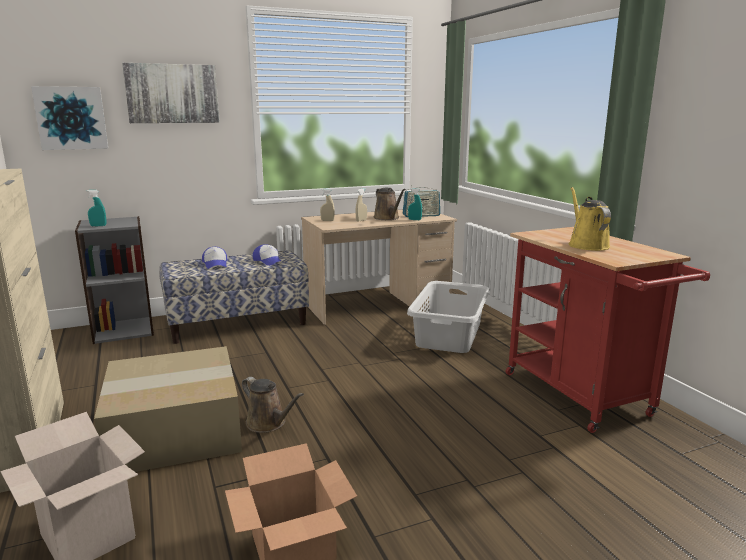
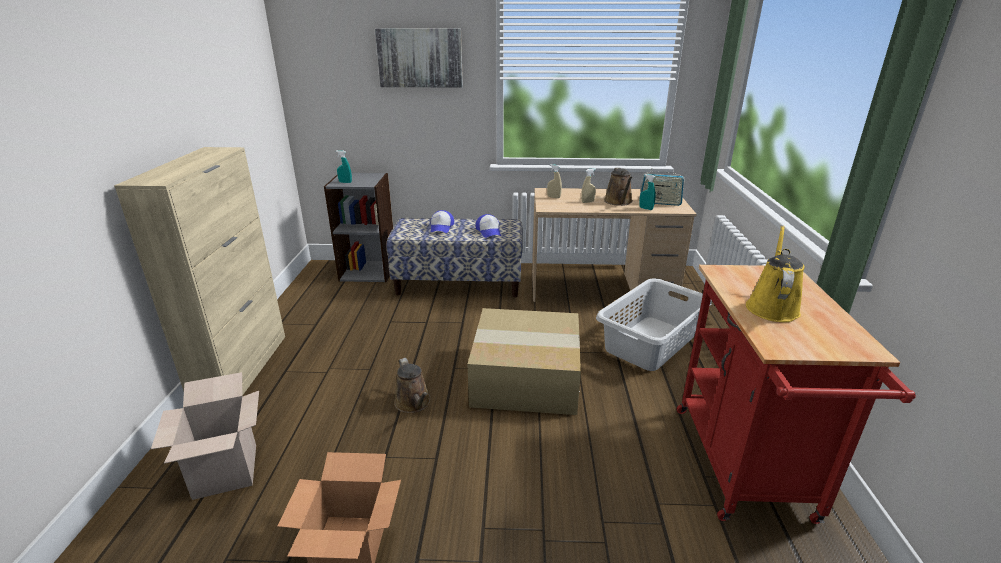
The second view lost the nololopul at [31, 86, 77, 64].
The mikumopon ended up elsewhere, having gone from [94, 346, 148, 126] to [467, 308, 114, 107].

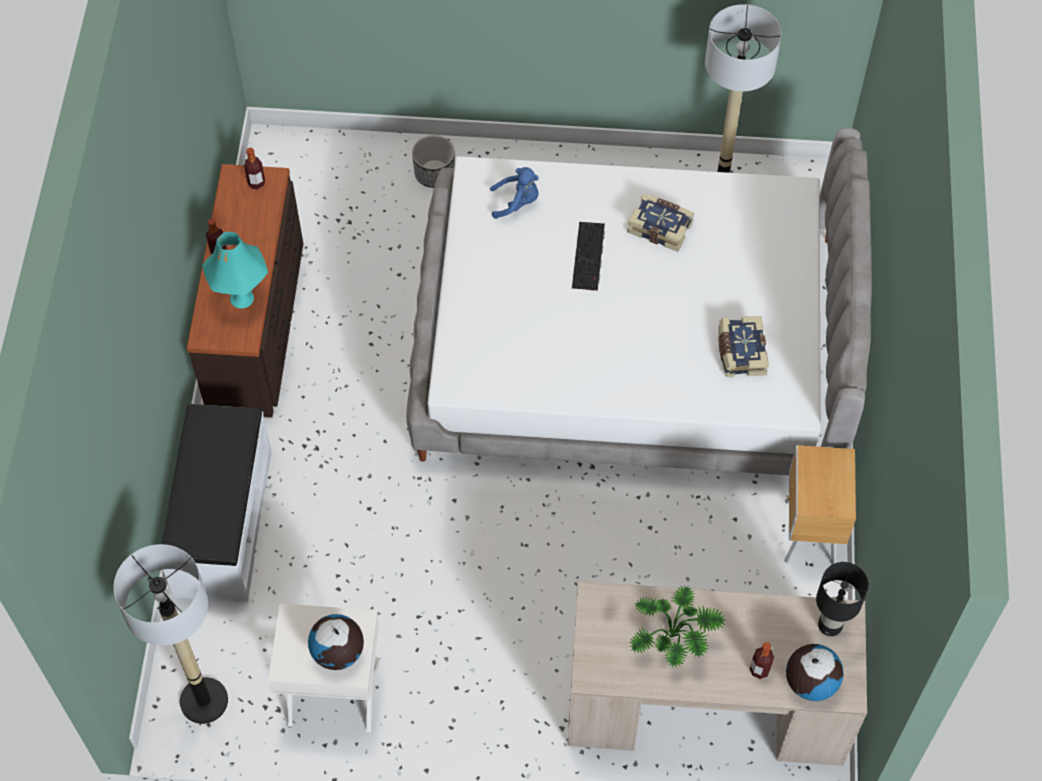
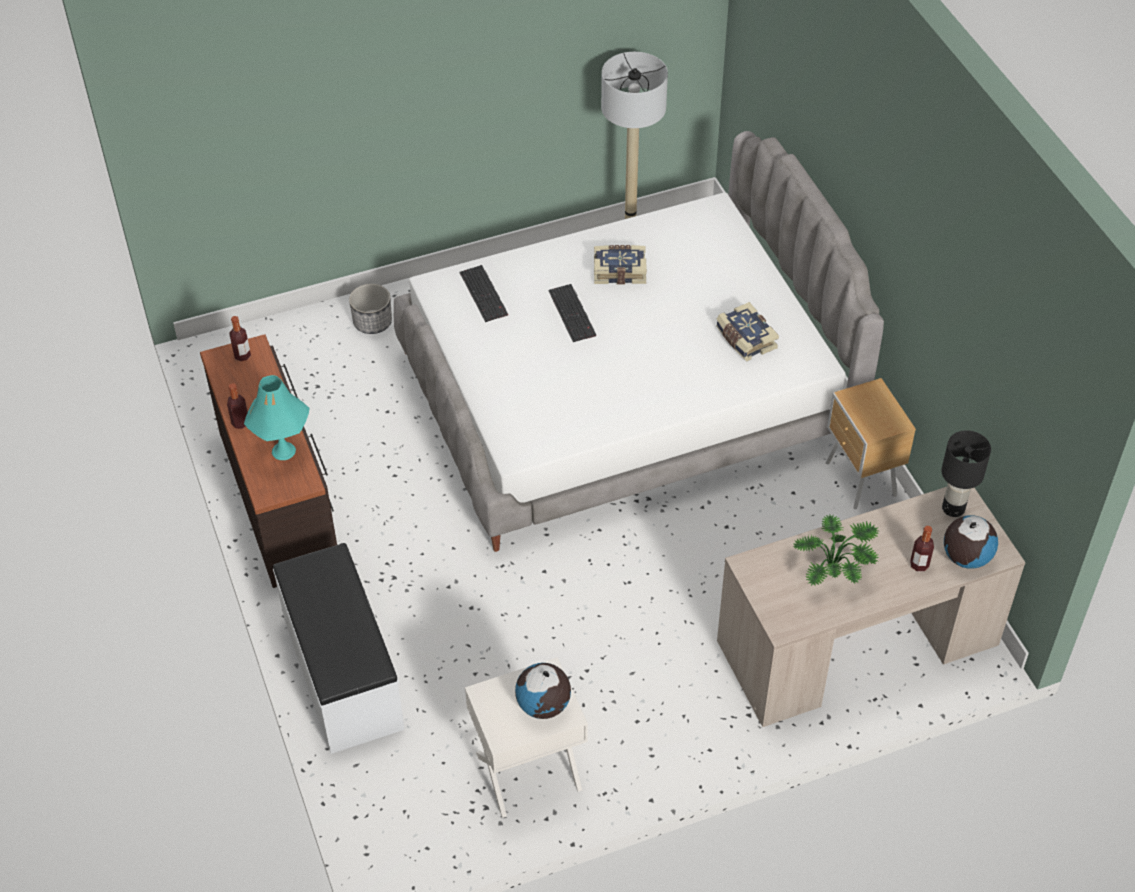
The second view lost the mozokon at [114, 544, 114, 180].
Where the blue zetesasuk stood at [490, 167, 49, 52], the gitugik came to stand at [460, 265, 48, 57].

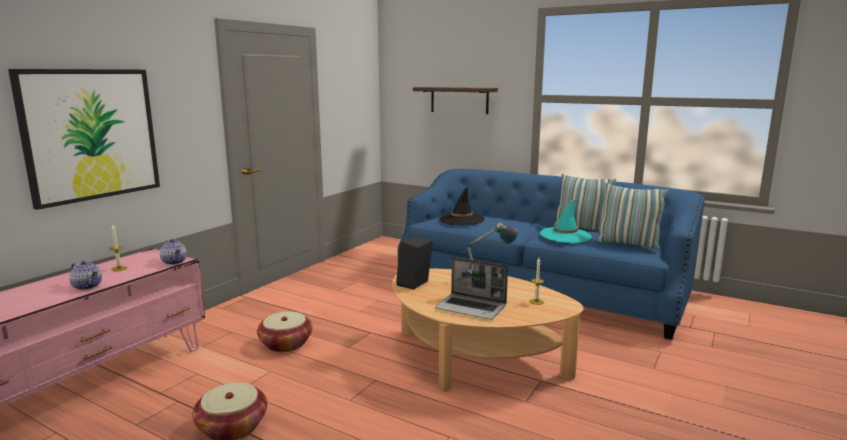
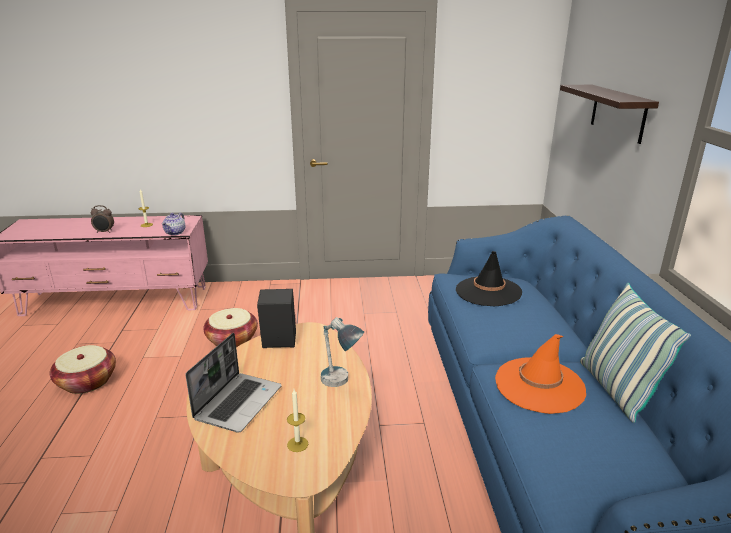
The second view lost the nololopul at [8, 69, 152, 141].
The second view lost the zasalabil at [595, 183, 73, 67].
Where the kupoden stood at [69, 261, 33, 29], the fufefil came to stand at [91, 205, 23, 28].
What was the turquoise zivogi at [540, 199, 52, 44] turned into the orange zivogi at [495, 334, 91, 80].
The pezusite at [435, 257, 73, 63] ended up facing another way, 150 degrees counterclockwise from before.

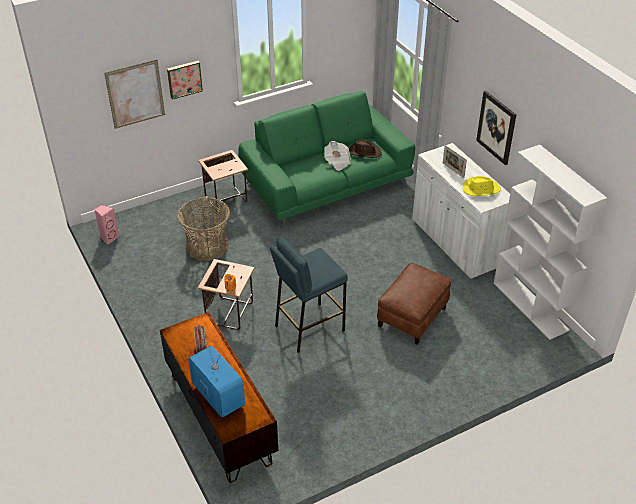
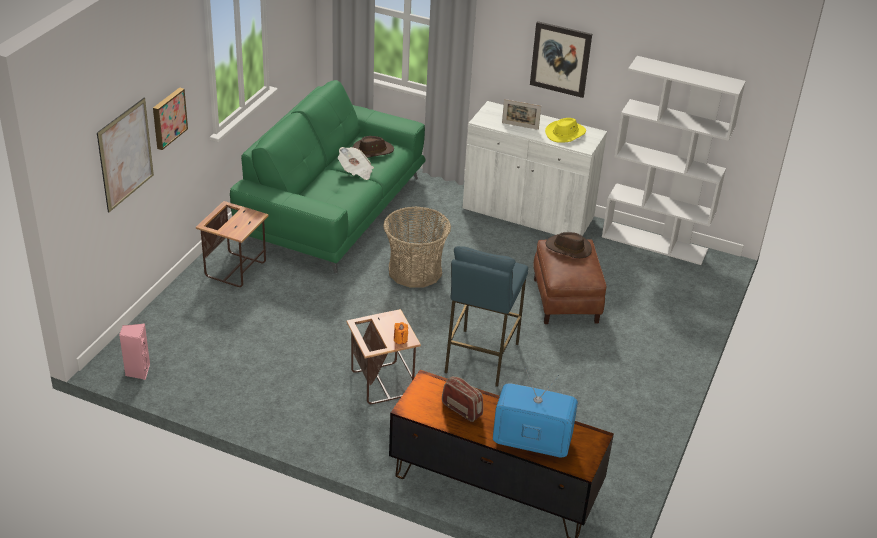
The second view gained the brown zivogi at [546, 232, 46, 26].
The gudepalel ended up elsewhere, having gone from [177, 197, 53, 64] to [383, 206, 68, 82].

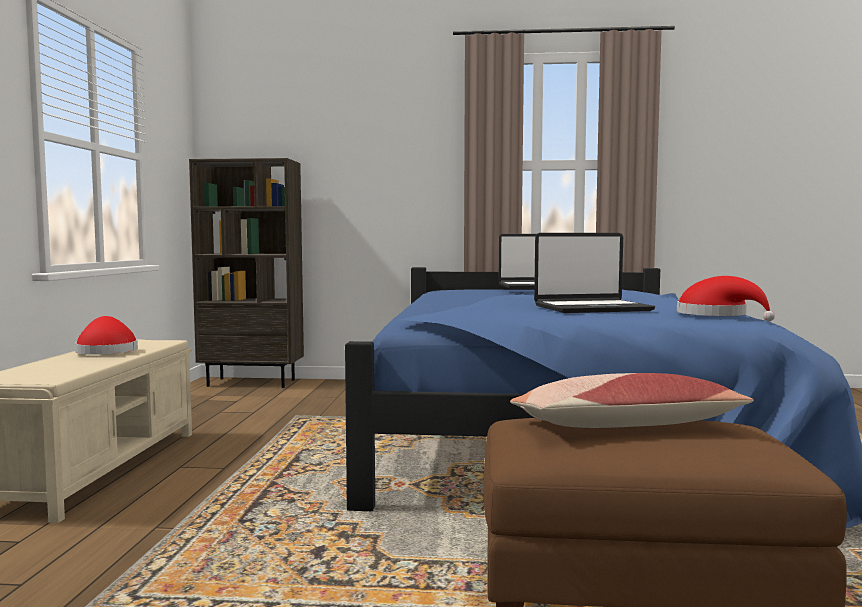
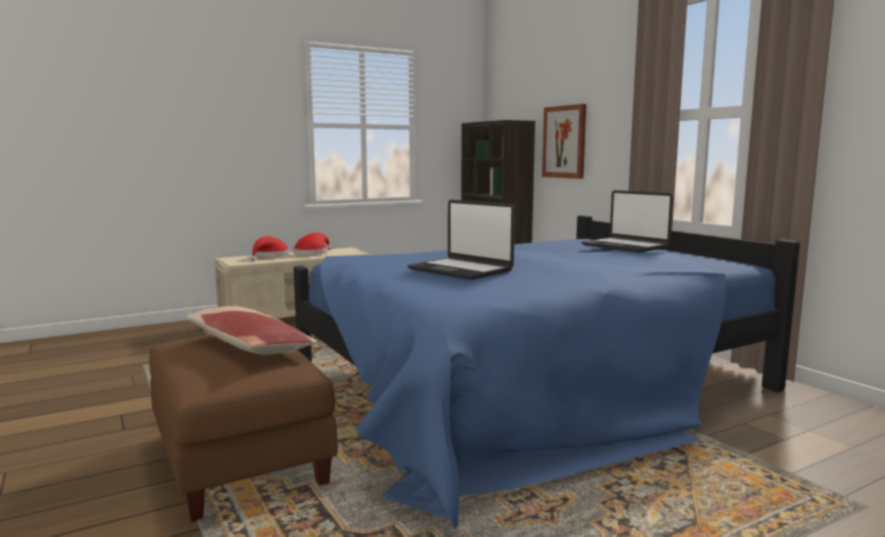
The second view gained the nololopul at [542, 104, 44, 75].
The red zivogi ended up elsewhere, having gone from [677, 276, 98, 45] to [250, 236, 39, 25].

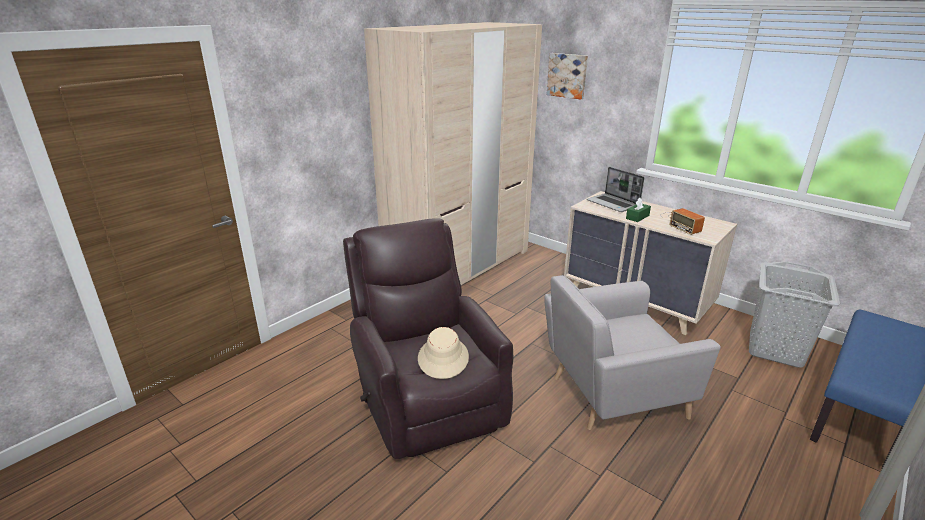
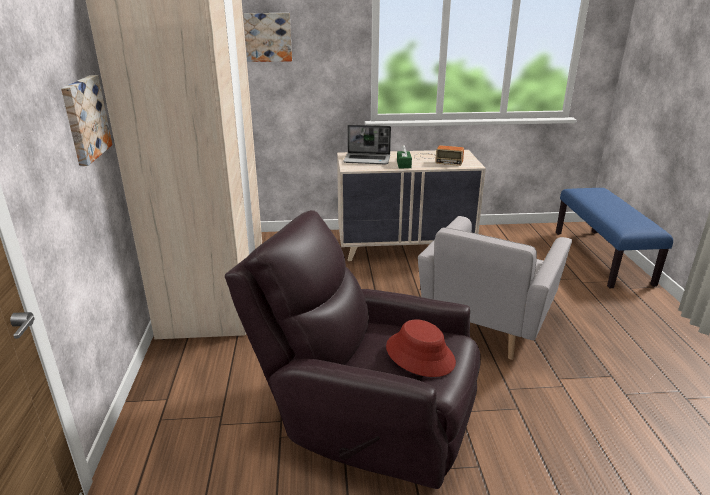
The second view lost the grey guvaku at [749, 261, 91, 107].
The second view gained the nololopul at [61, 75, 51, 91].
What was the beige zivogi at [418, 327, 51, 52] turned into the red zivogi at [386, 319, 70, 58].

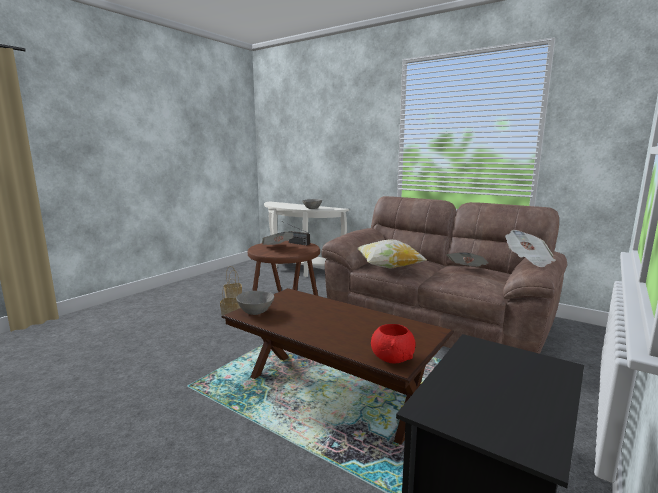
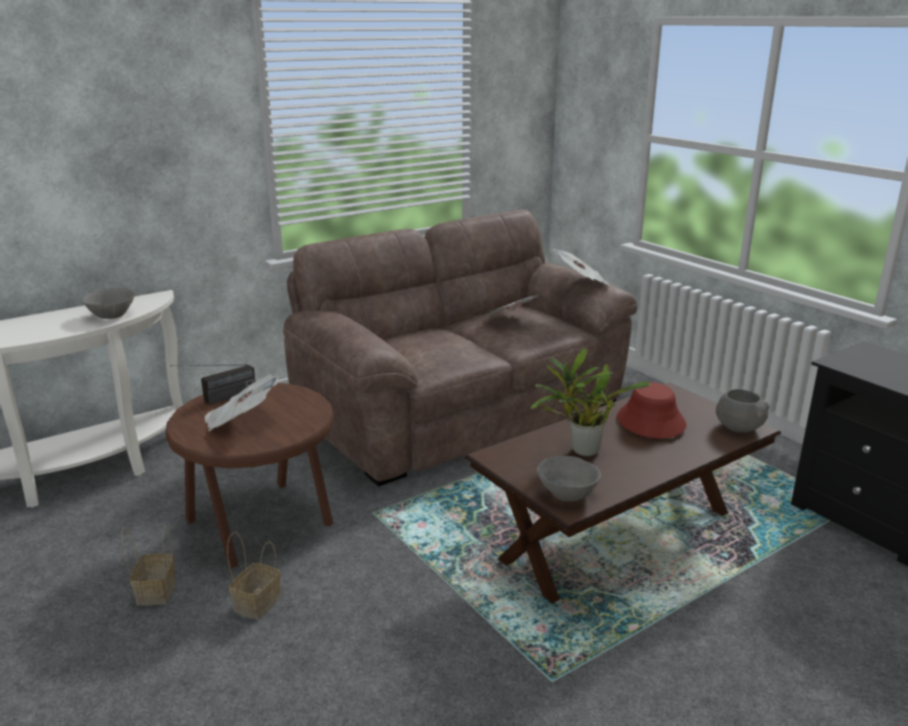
The second view lost the zasalabil at [357, 239, 70, 30].
The second view gained the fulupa at [531, 348, 120, 109].
The second view gained the red zivogi at [617, 382, 70, 56].
What was the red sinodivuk at [371, 324, 45, 39] turned into the grey sinodivuk at [716, 389, 54, 44].

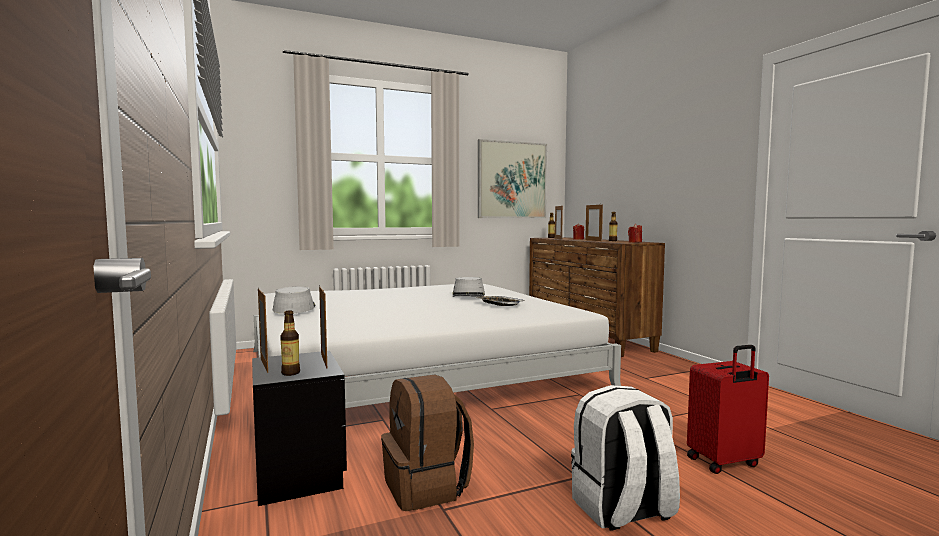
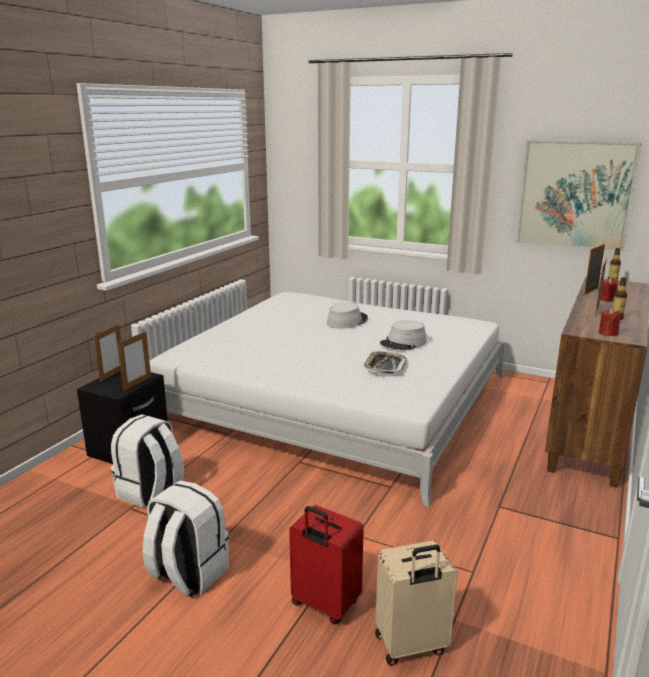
The second view lost the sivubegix at [280, 310, 20, 66].
The second view gained the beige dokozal at [375, 541, 82, 125].
The grey zivogi ended up elsewhere, having gone from [273, 286, 42, 28] to [327, 302, 41, 27].
What was the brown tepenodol at [381, 375, 93, 136] turned into the white tepenodol at [111, 414, 73, 94].

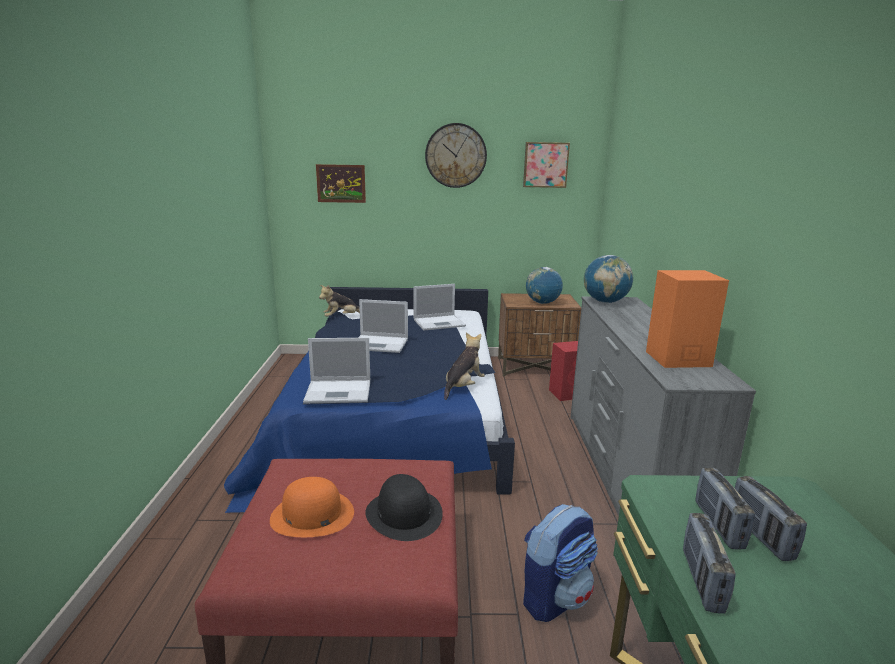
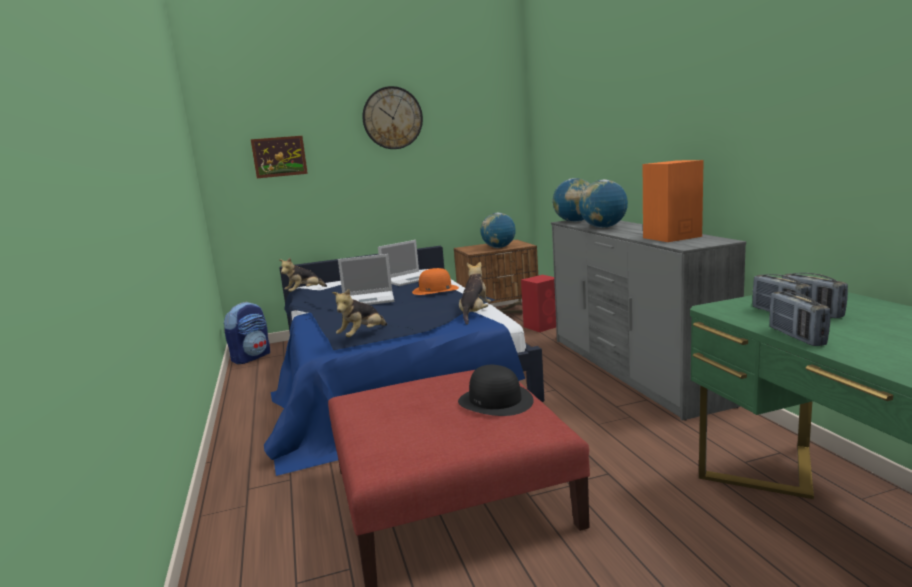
The second view lost the nololopul at [523, 142, 47, 46].
The second view gained the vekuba at [579, 179, 49, 49].
The orange zivogi ended up elsewhere, having gone from [270, 477, 84, 60] to [412, 268, 47, 27].
The tepenodol ended up elsewhere, having gone from [523, 504, 75, 118] to [224, 302, 46, 62].
Where the pezusite stood at [303, 338, 67, 65], the zetesasuk came to stand at [332, 289, 55, 48].

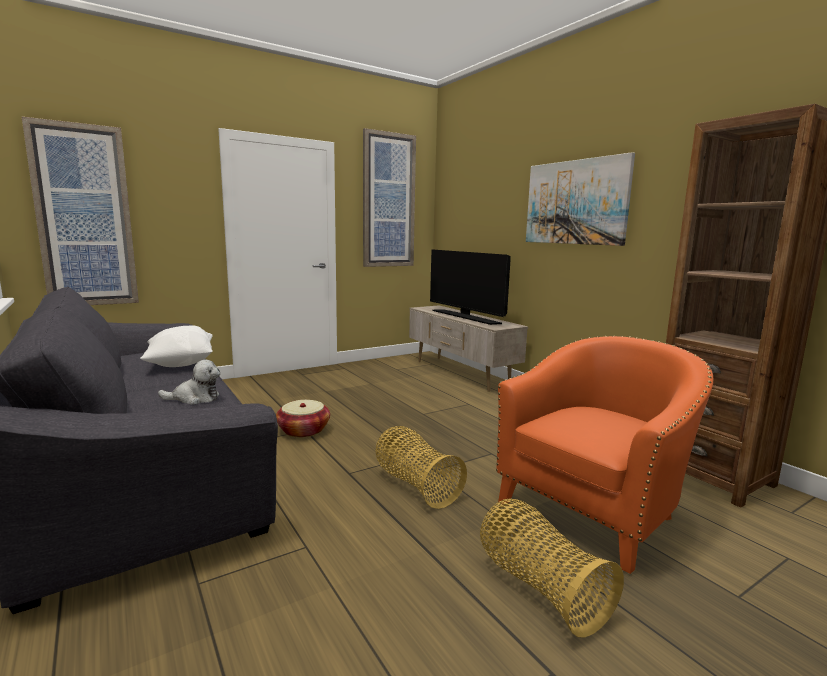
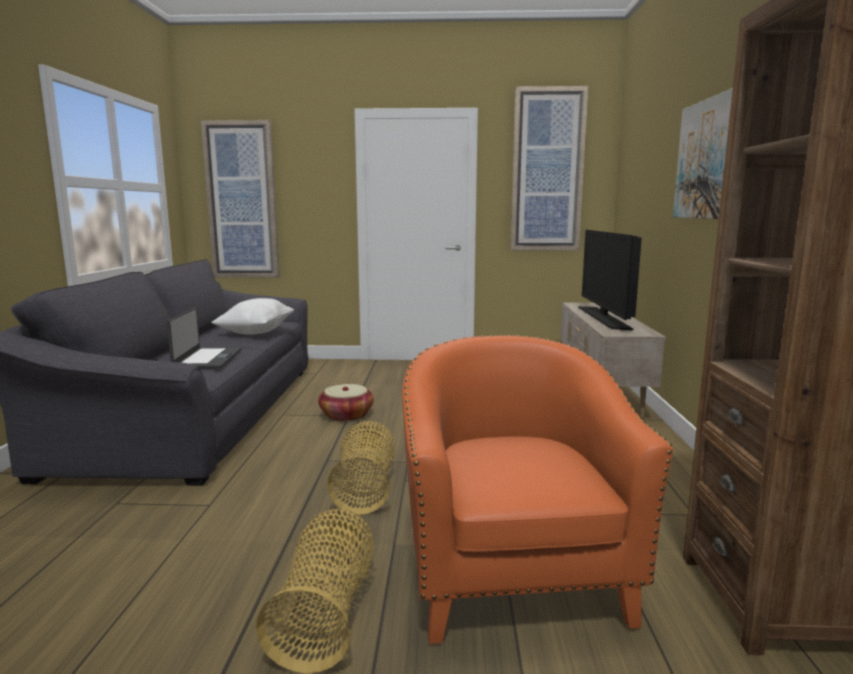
Where the zetesasuk stood at [158, 359, 62, 46], the pezusite came to stand at [167, 307, 74, 62].
The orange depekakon at [496, 336, 217, 238] ended up facing another way, 90 degrees counterclockwise from before.

